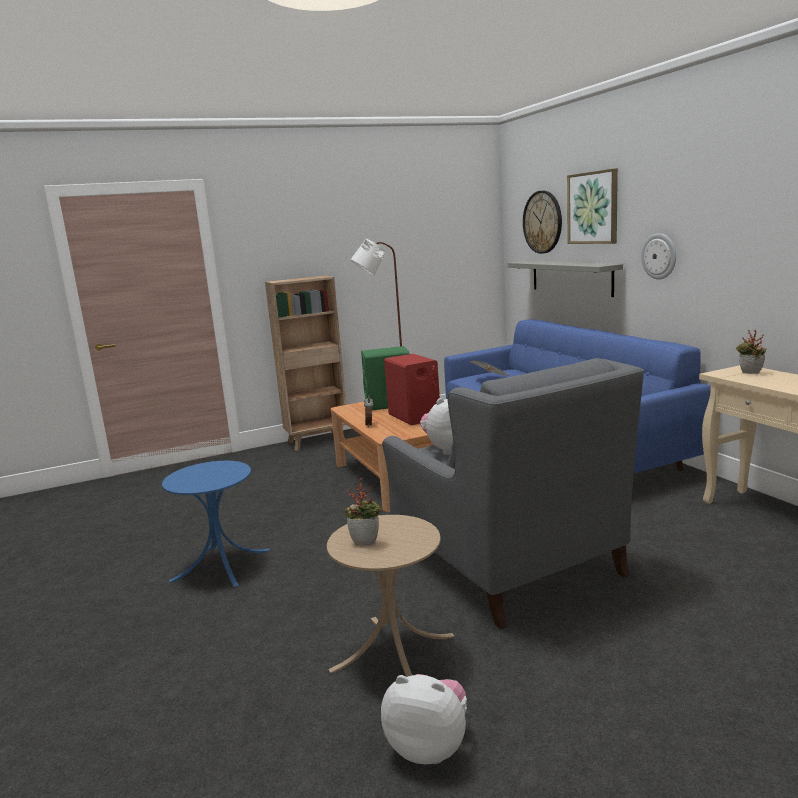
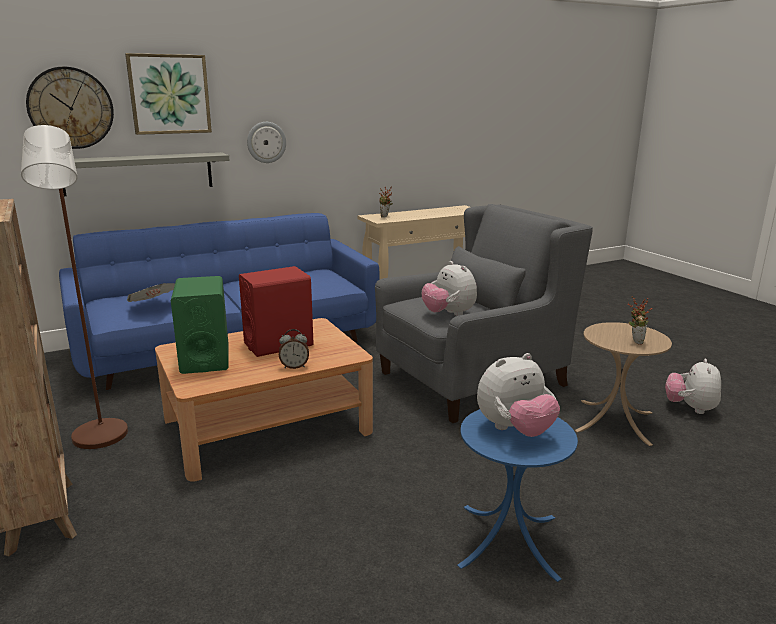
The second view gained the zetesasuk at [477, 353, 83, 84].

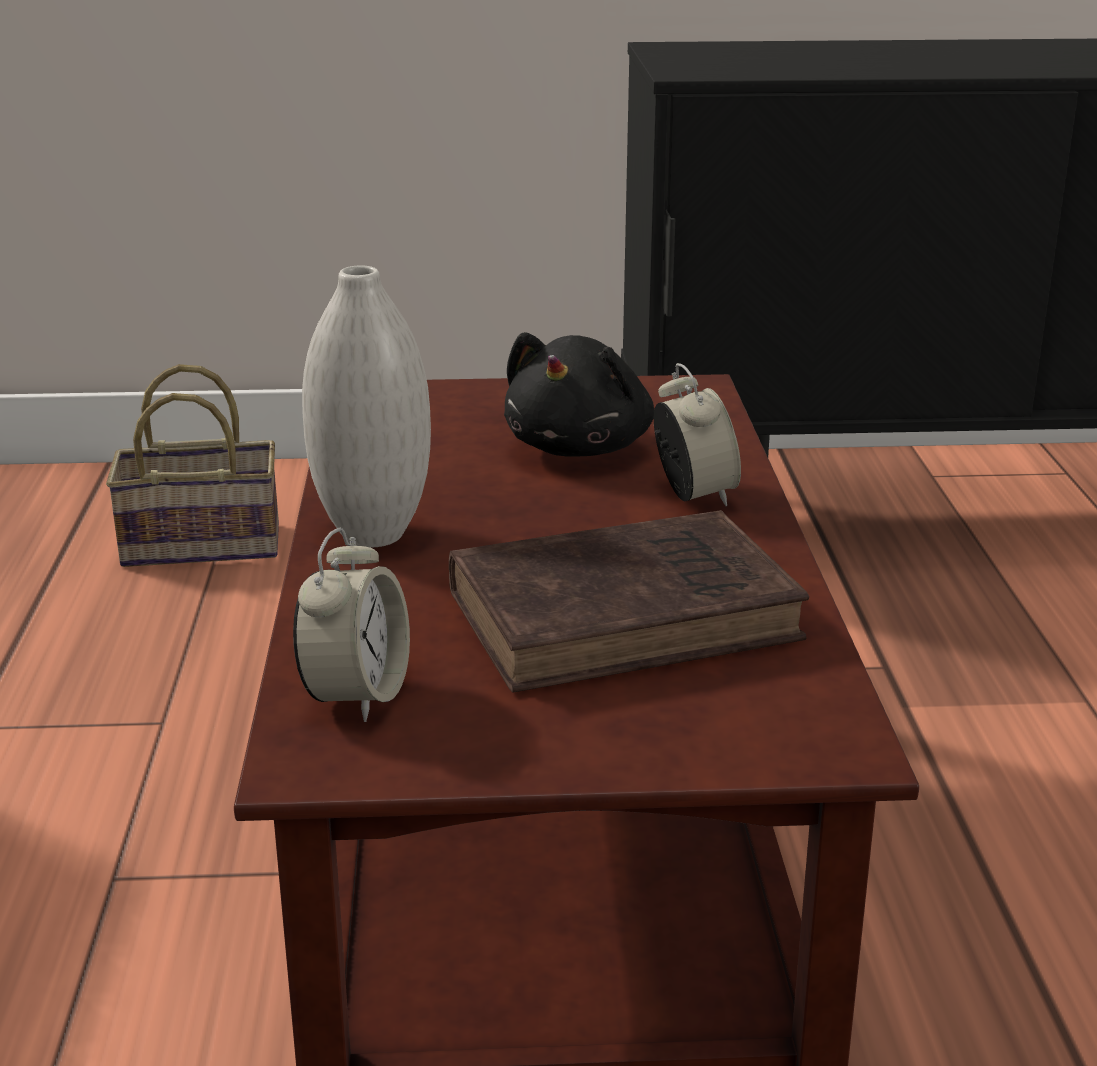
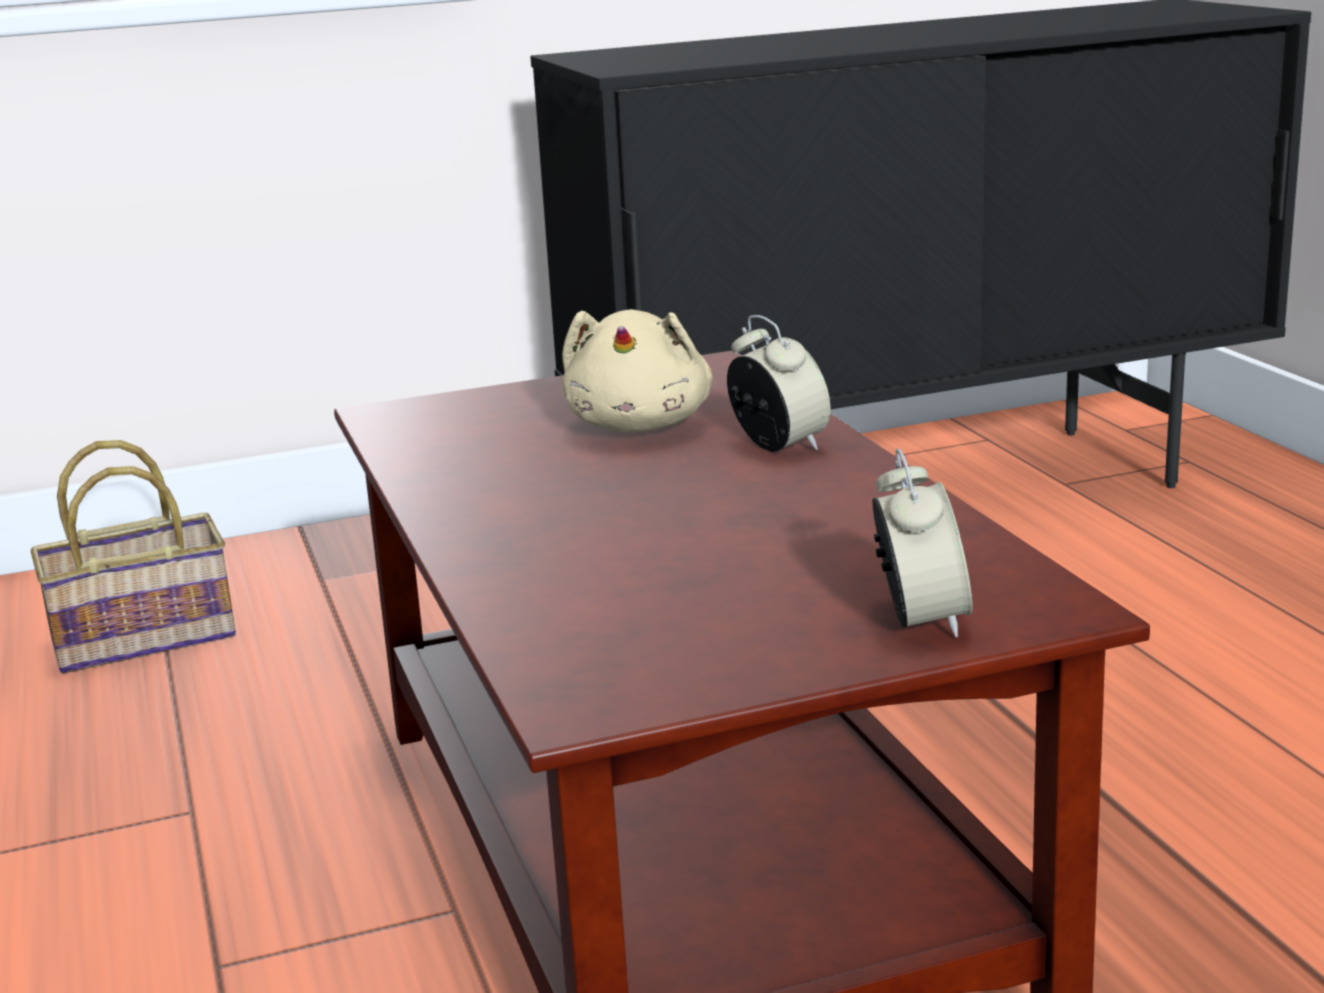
The second view lost the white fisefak at [302, 266, 129, 282].
The second view lost the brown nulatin at [449, 510, 360, 183].
The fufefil ended up elsewhere, having gone from [293, 528, 117, 194] to [873, 448, 99, 189].
What was the black zetesasuk at [504, 332, 150, 125] turned into the beige zetesasuk at [562, 309, 151, 124].

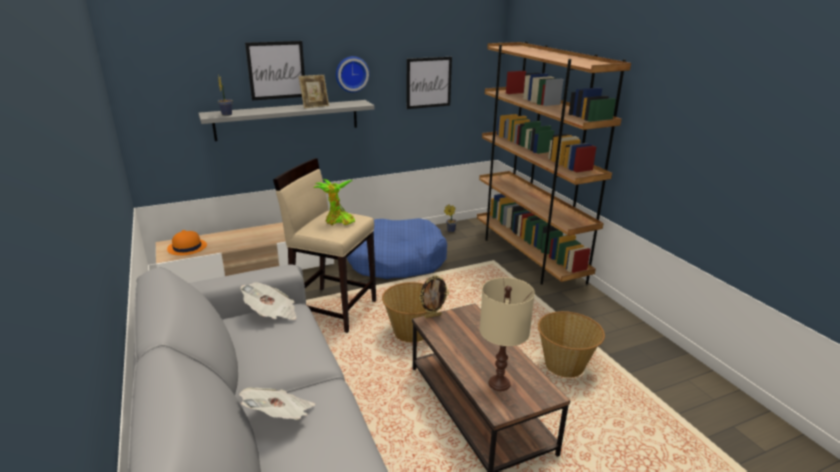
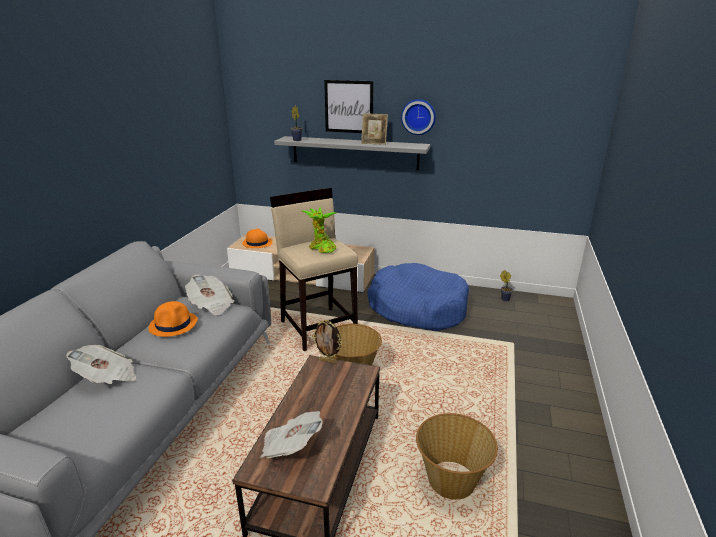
The second view lost the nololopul at [407, 57, 45, 52].
The second view lost the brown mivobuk at [477, 41, 154, 244].
The second view gained the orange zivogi at [148, 301, 50, 36].
Where the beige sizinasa stood at [479, 277, 56, 114], the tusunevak came to stand at [260, 411, 63, 47].

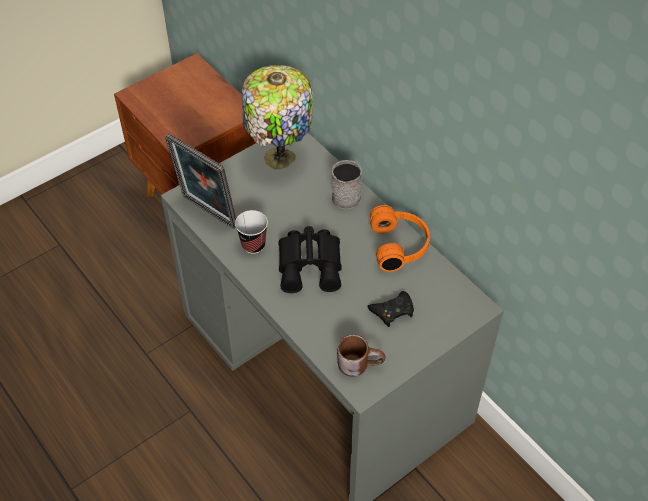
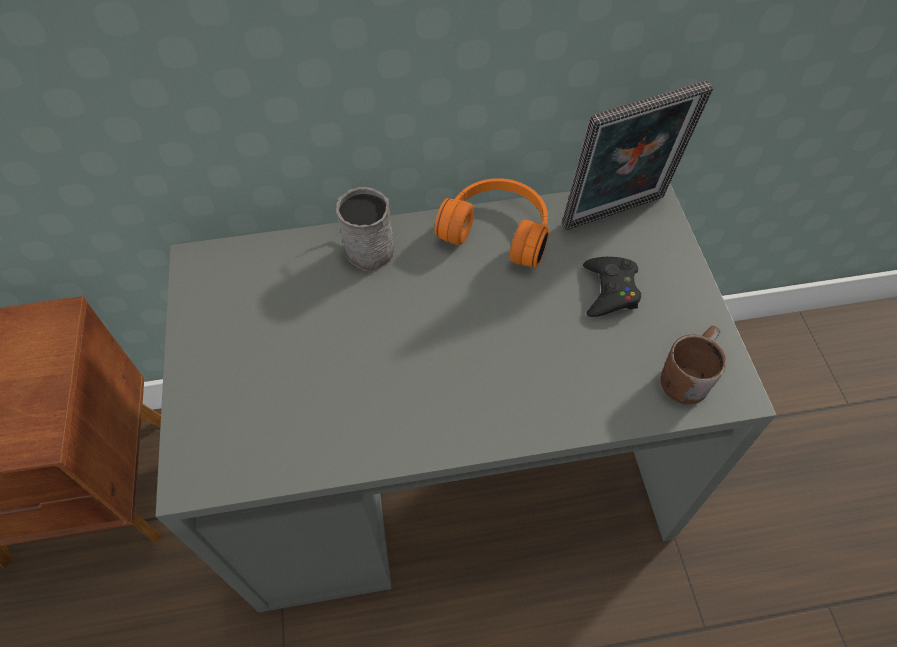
The second view lost the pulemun at [235, 210, 33, 44].
The second view lost the sizinasa at [242, 65, 71, 105].
The second view lost the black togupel at [279, 226, 63, 67].
The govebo ended up elsewhere, having gone from [165, 133, 71, 96] to [562, 80, 151, 150].

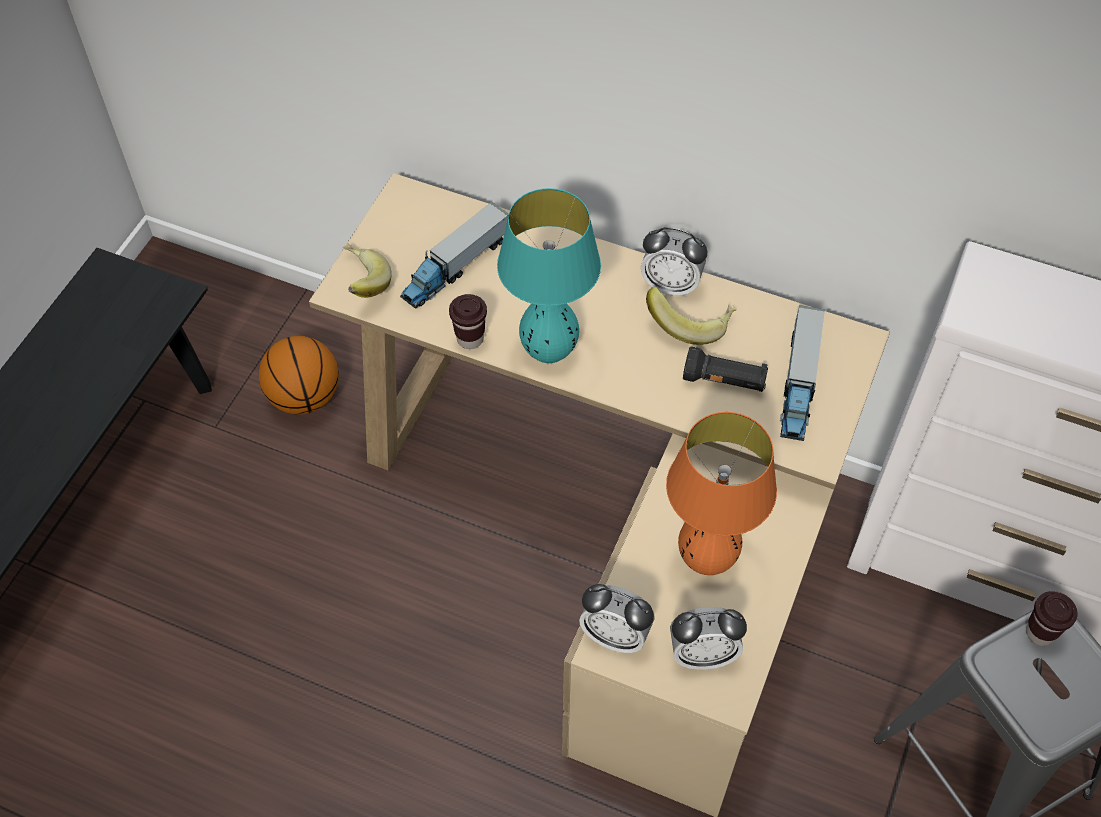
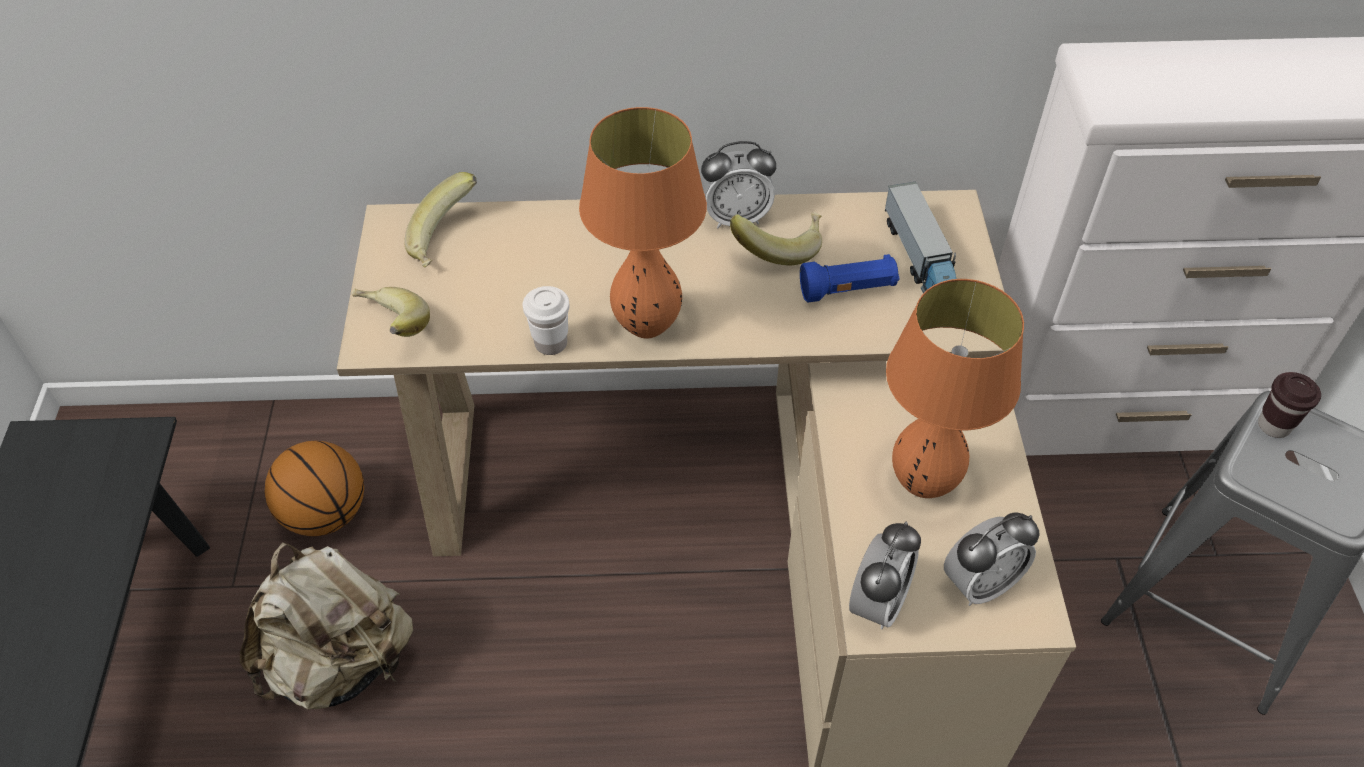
The second view lost the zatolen at [400, 201, 108, 108].
The second view gained the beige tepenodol at [240, 542, 173, 167].
The second view gained the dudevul at [404, 172, 73, 96].
What was the brown pulemun at [449, 294, 38, 55] turned into the white pulemun at [523, 286, 47, 69].
What was the turquoise sizinasa at [497, 188, 104, 175] turned into the orange sizinasa at [579, 107, 128, 231].
What was the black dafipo at [683, 346, 85, 46] turned into the blue dafipo at [800, 254, 99, 49].
The fufefil at [579, 584, 76, 69] ended up facing another way, 60 degrees counterclockwise from before.

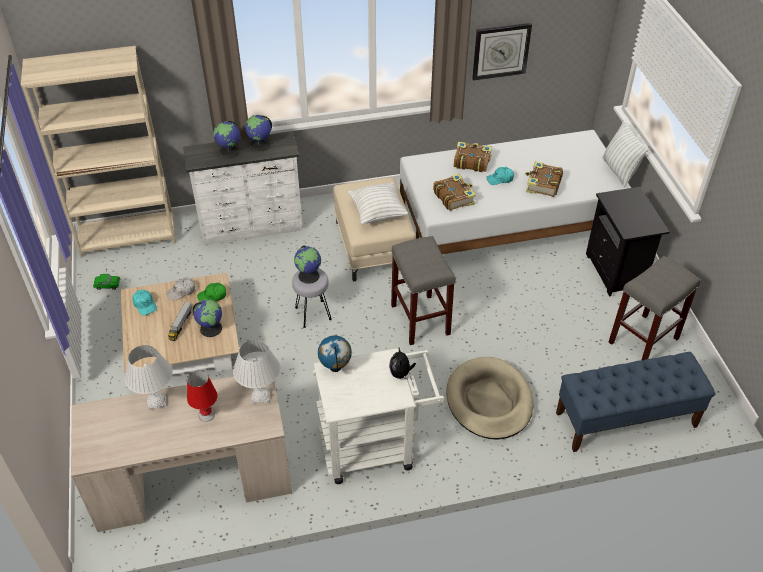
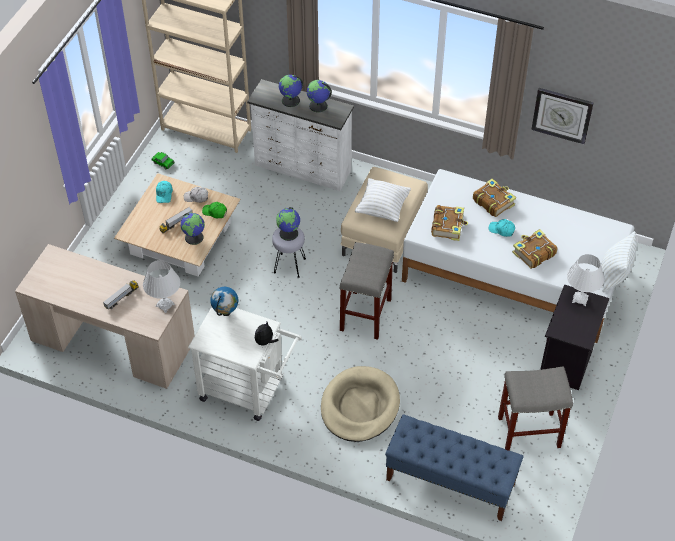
The white sizinasa ended up elsewhere, having gone from [124, 345, 49, 66] to [567, 254, 37, 52].
Where the red sizinasa stood at [187, 371, 31, 51], the zatolen came to stand at [103, 280, 35, 29].

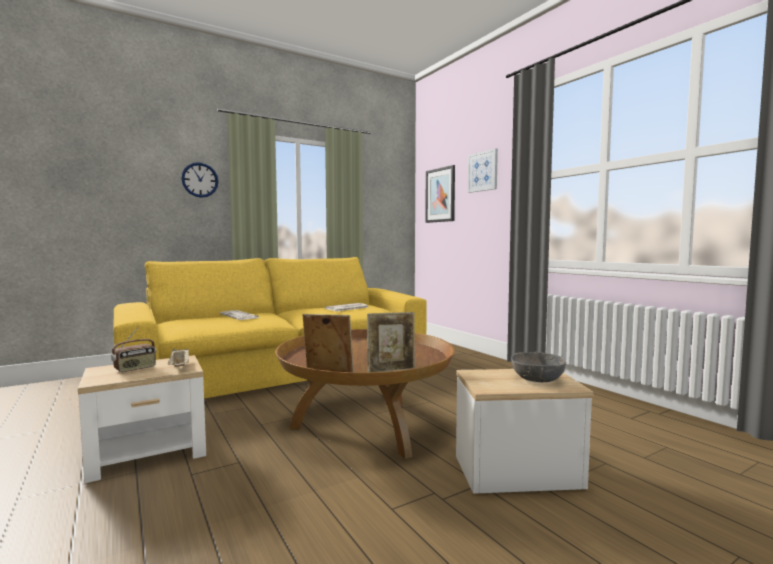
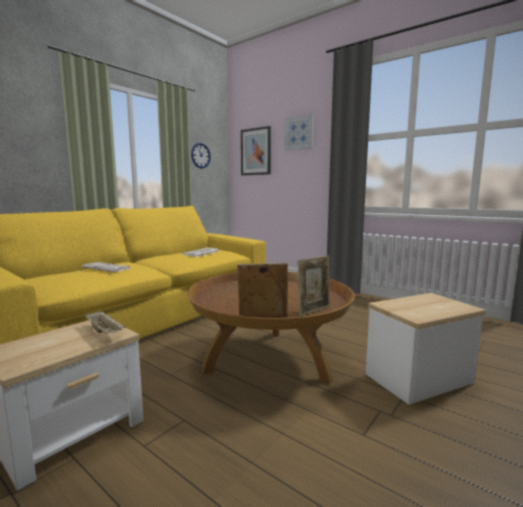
The second view lost the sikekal at [111, 328, 45, 44].
The second view lost the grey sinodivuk at [511, 352, 55, 30].
The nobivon ended up elsewhere, having gone from [181, 162, 37, 36] to [191, 143, 20, 25].

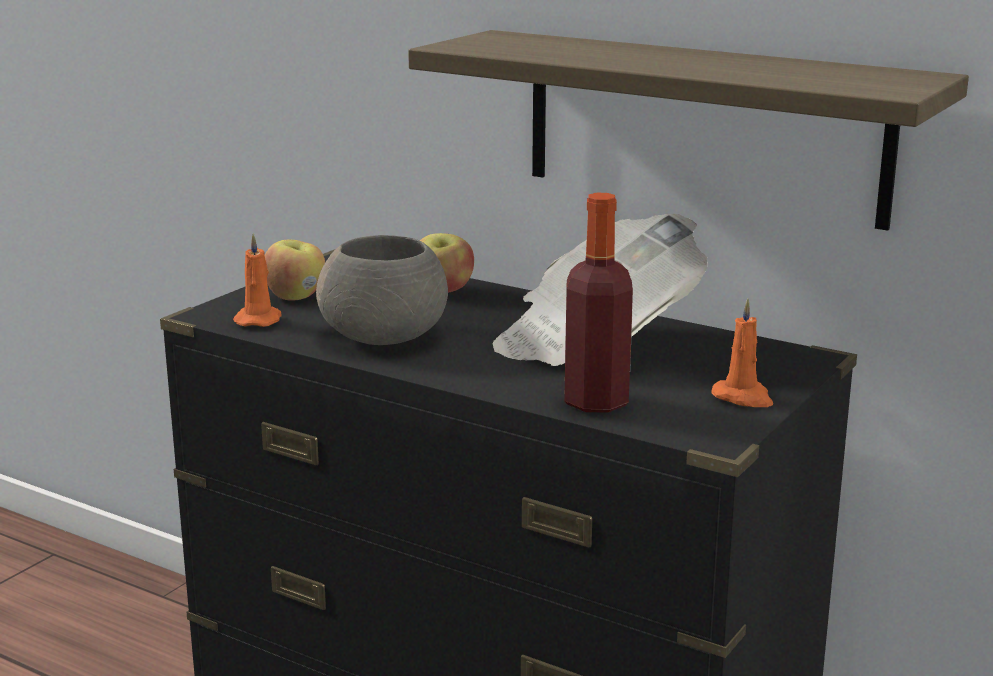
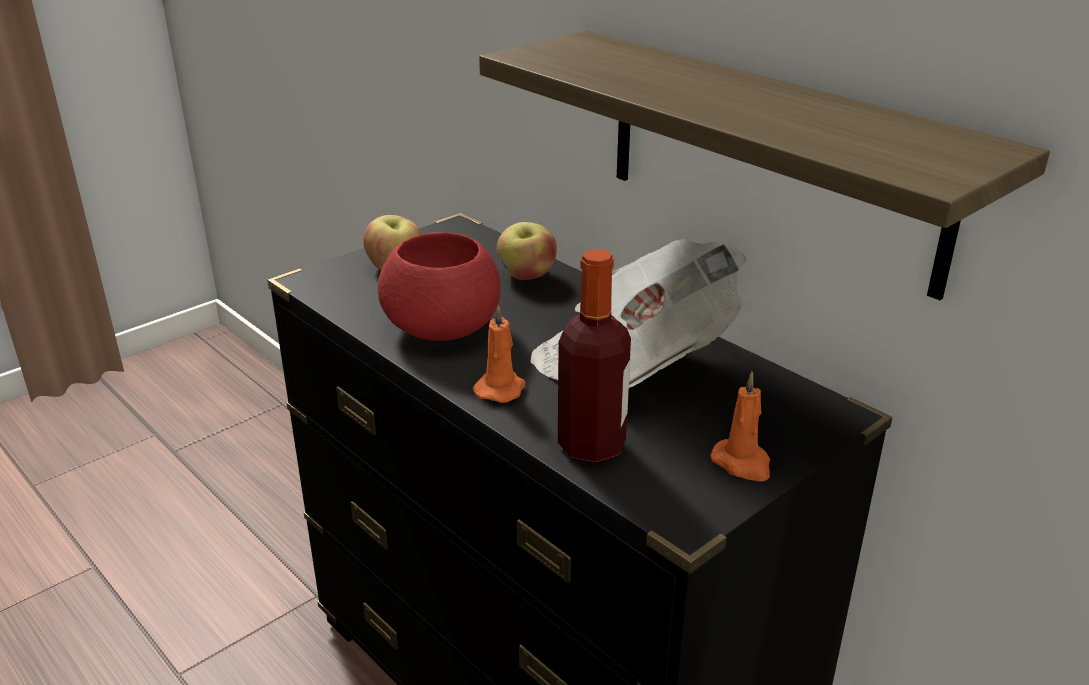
The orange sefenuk ended up elsewhere, having gone from [233, 233, 49, 94] to [473, 305, 52, 98].
What was the grey sinodivuk at [316, 235, 132, 110] turned into the red sinodivuk at [378, 232, 122, 109].

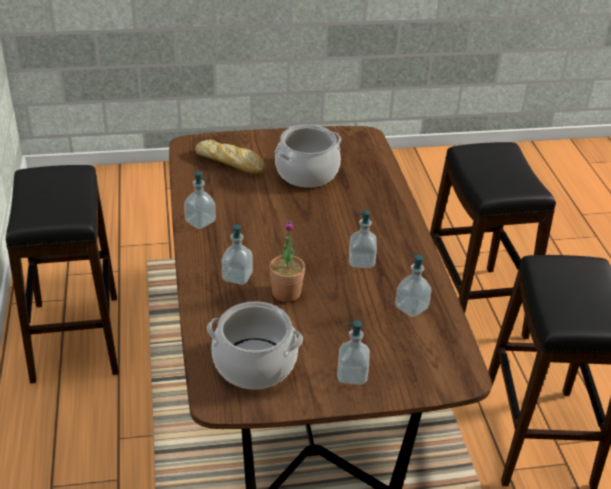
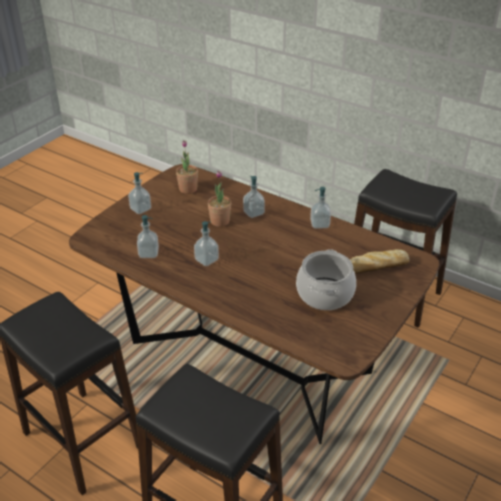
Where the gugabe stood at [207, 301, 96, 89], the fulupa came to stand at [176, 140, 22, 54].

